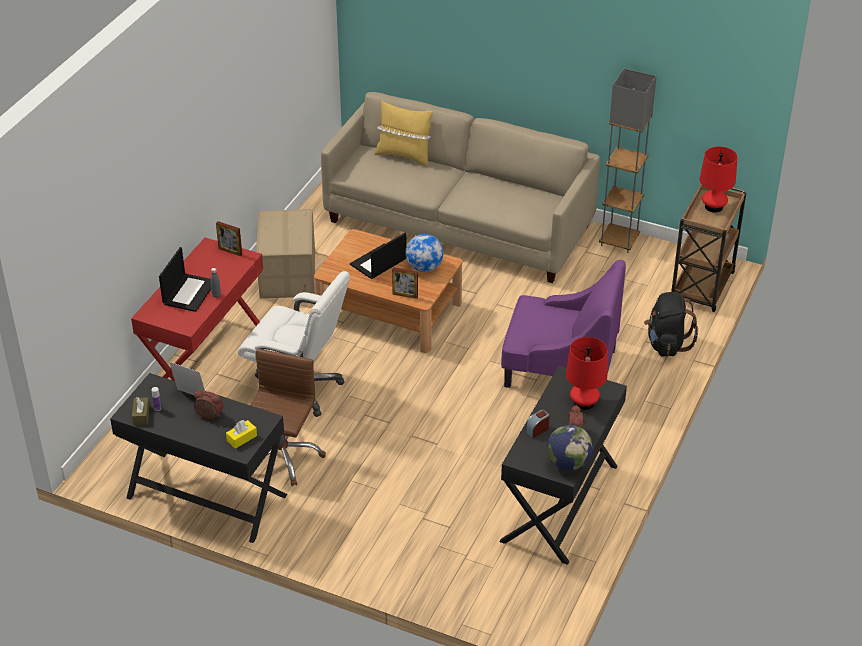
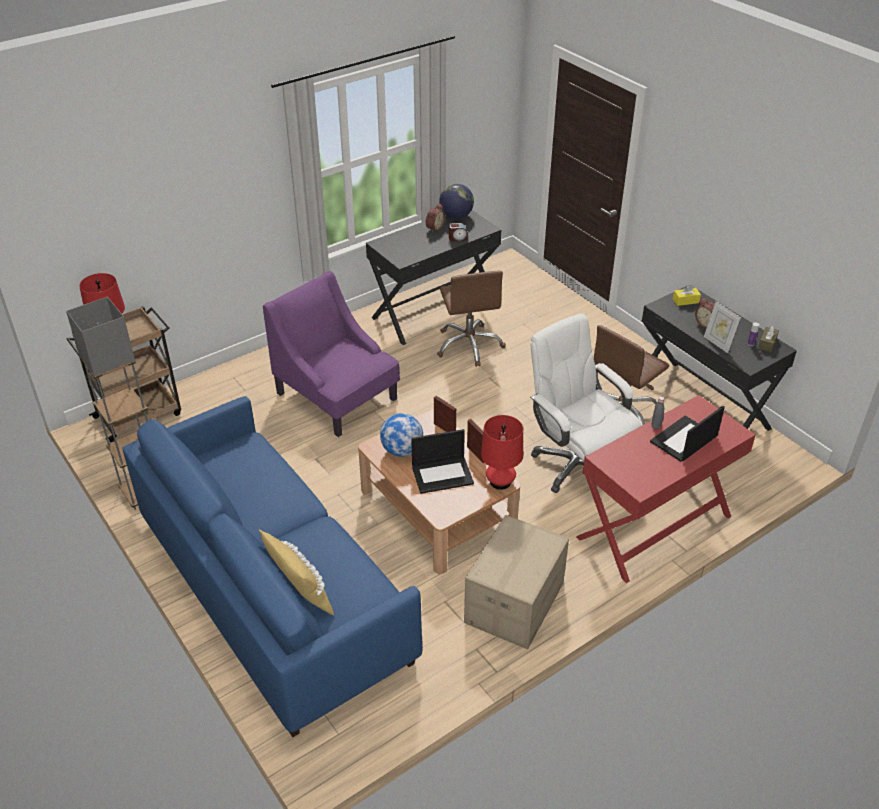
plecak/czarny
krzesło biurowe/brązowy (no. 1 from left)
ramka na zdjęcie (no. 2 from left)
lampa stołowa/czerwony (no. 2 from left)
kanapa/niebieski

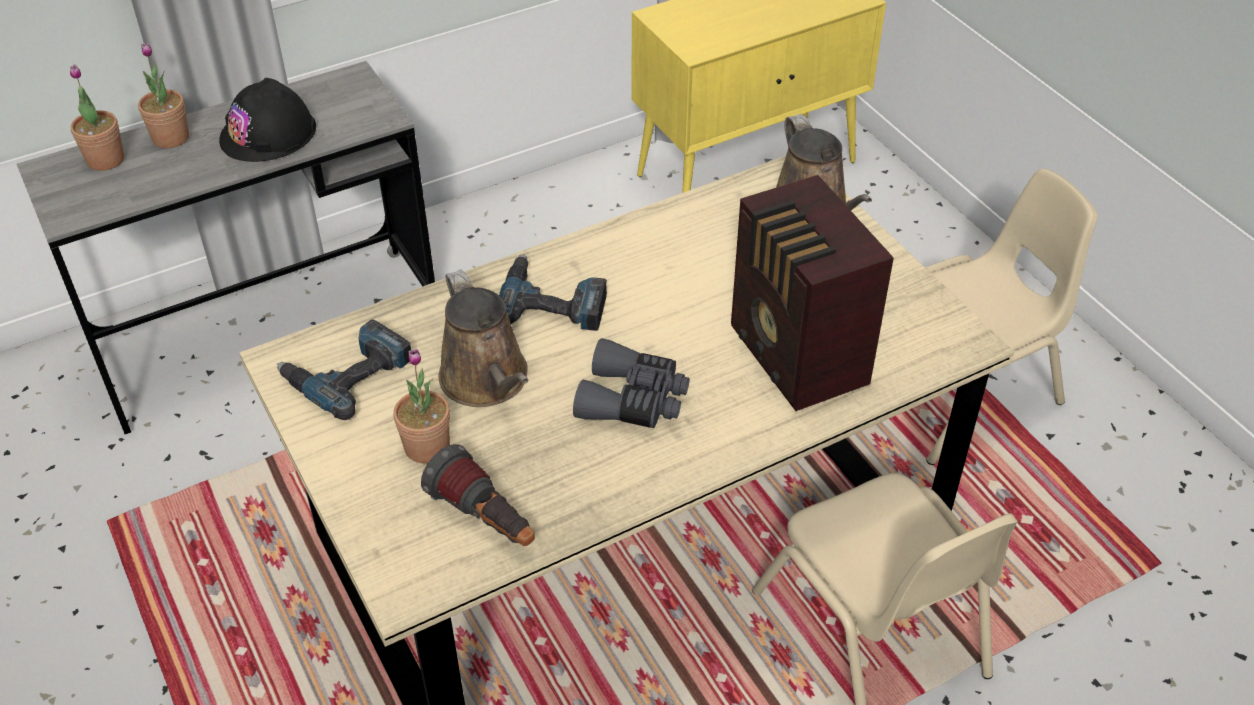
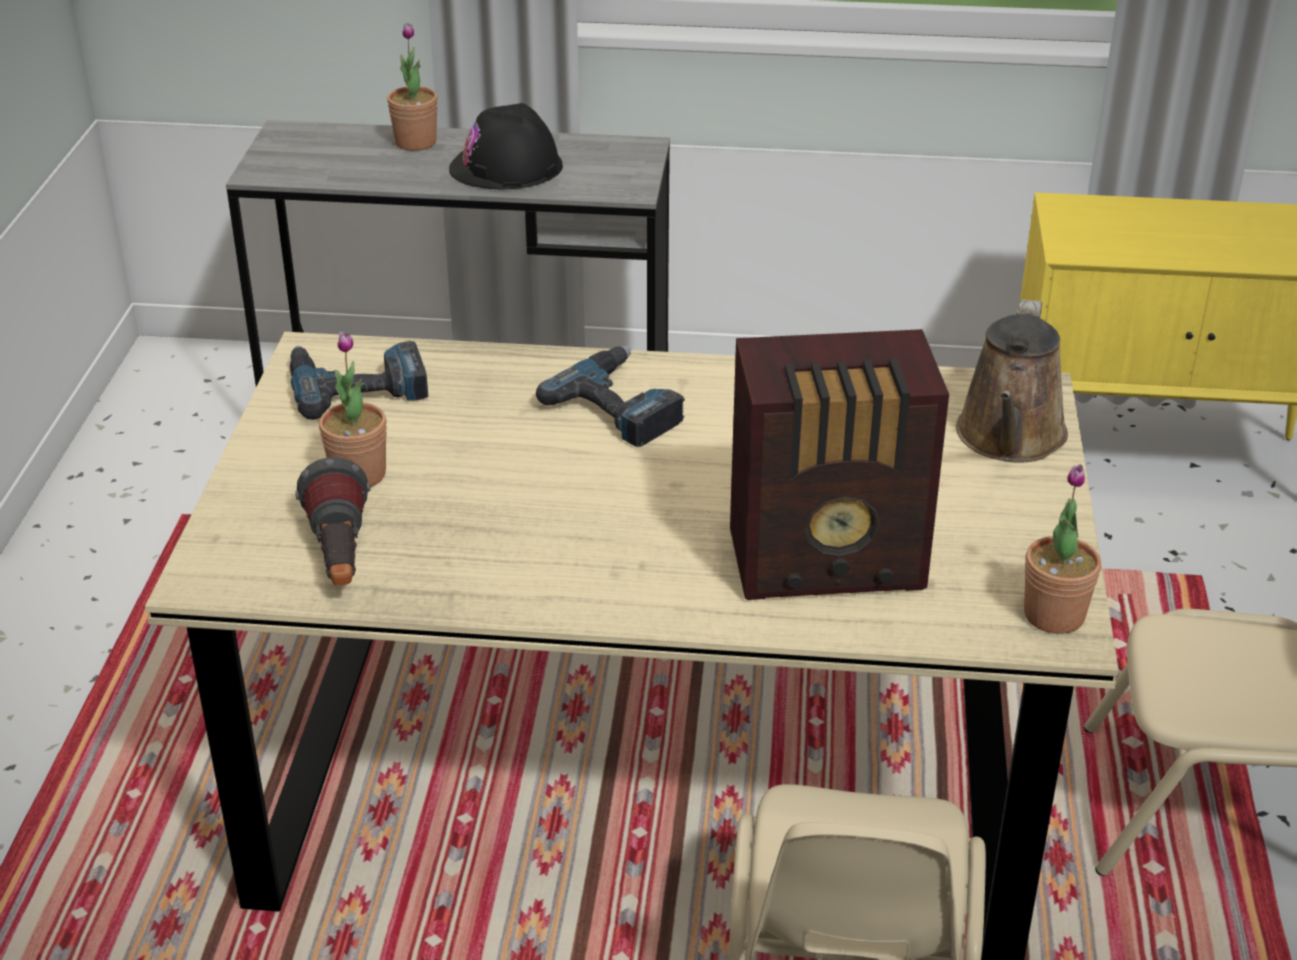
konewka/brązowy (no. 1 from left in the first image)
lornetka/szary
roślina doniczkowa (no. 3 from left)
radio

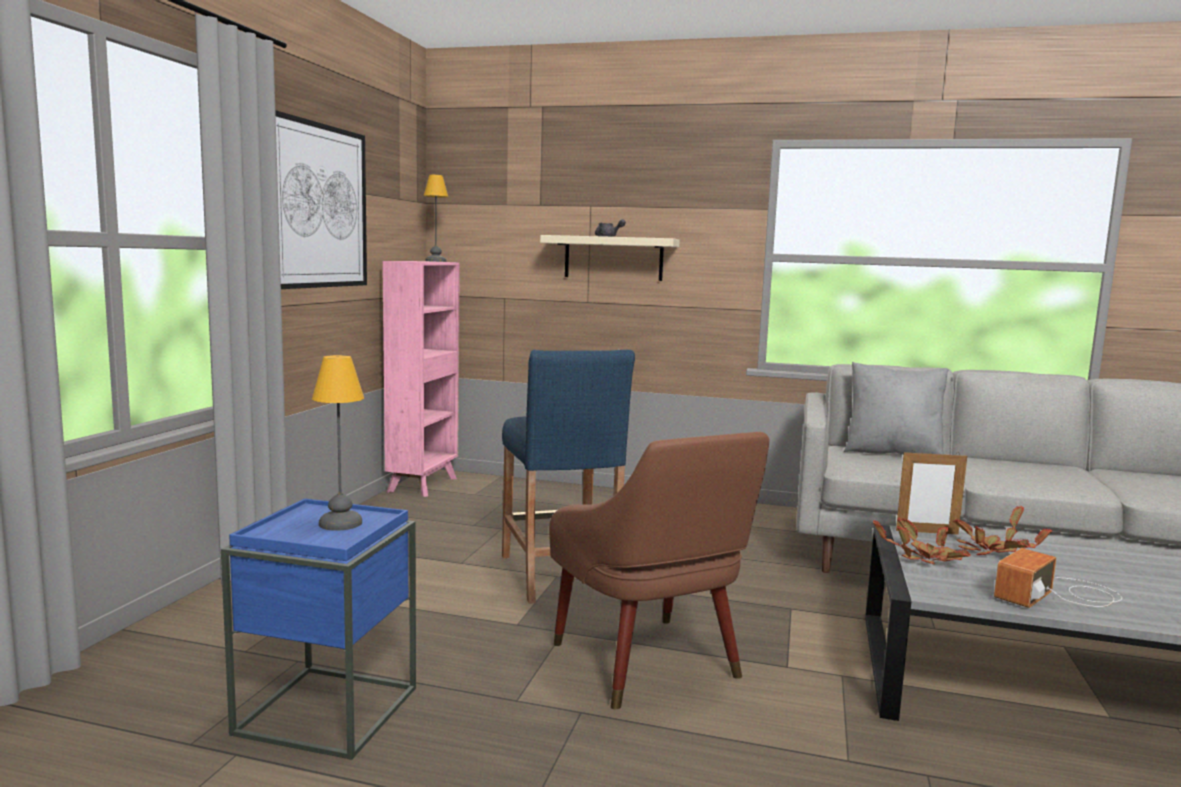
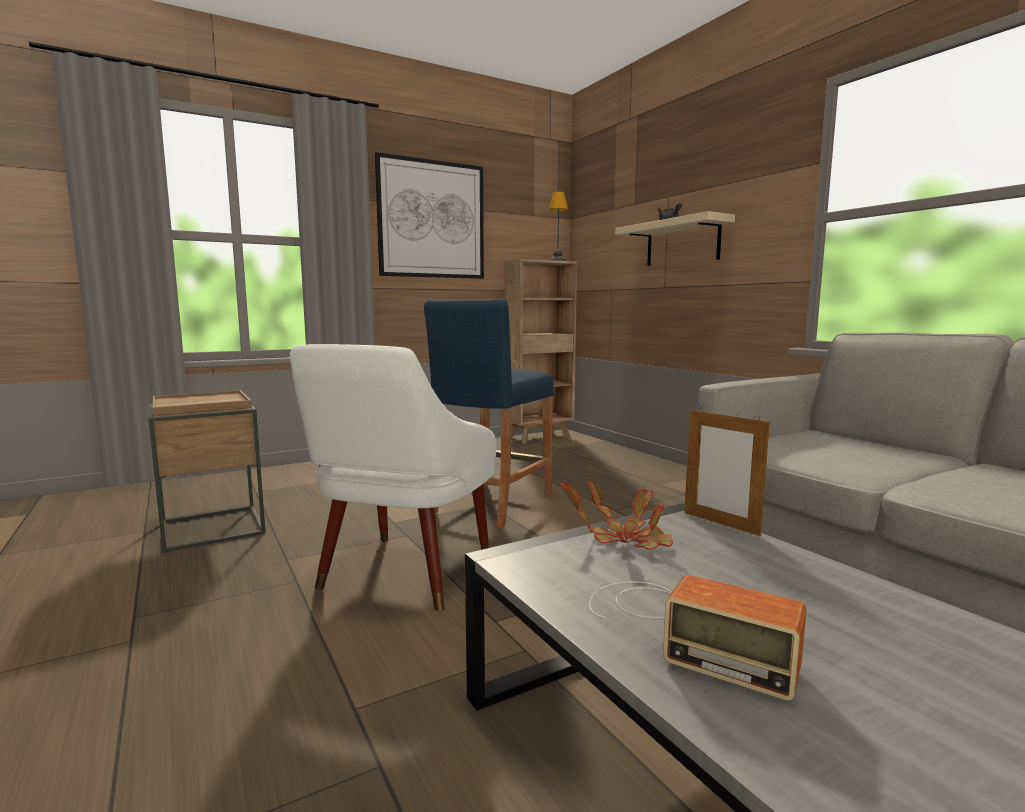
lampa stołowa (no. 1 from left in the first image)
poduszka/szary
roślina doniczkowa (no. 2 from left in the first image)
stolik/brązowy
regał/brązowy
fotel/biały
radio

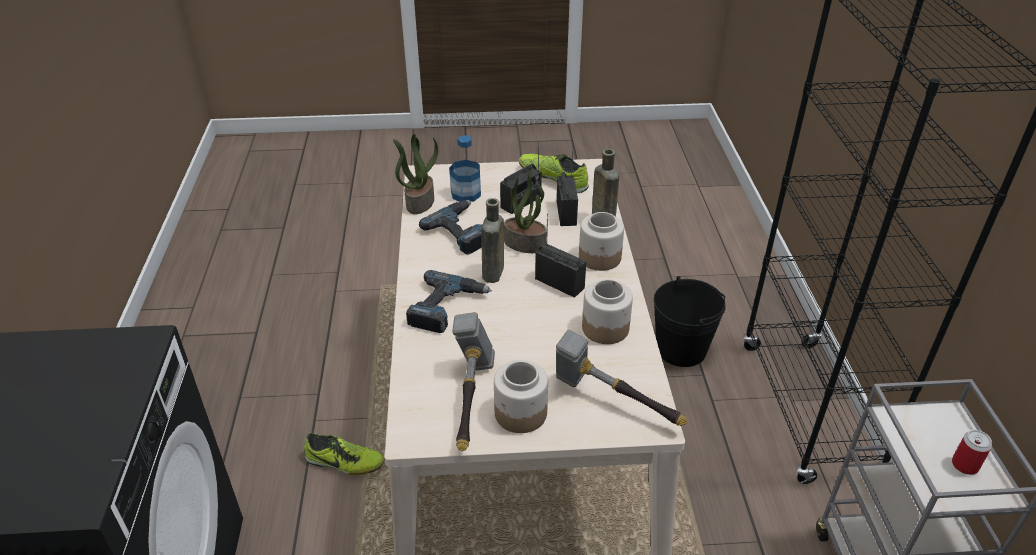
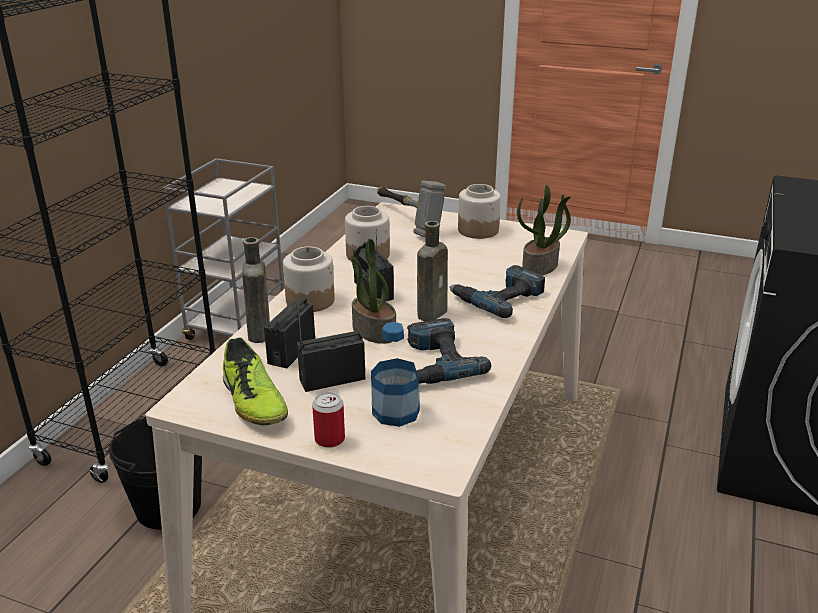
but (no. 1 from left in the first image)
młotek (no. 1 from left in the first image)
roślina doniczkowa (no. 2 from left)
puszka

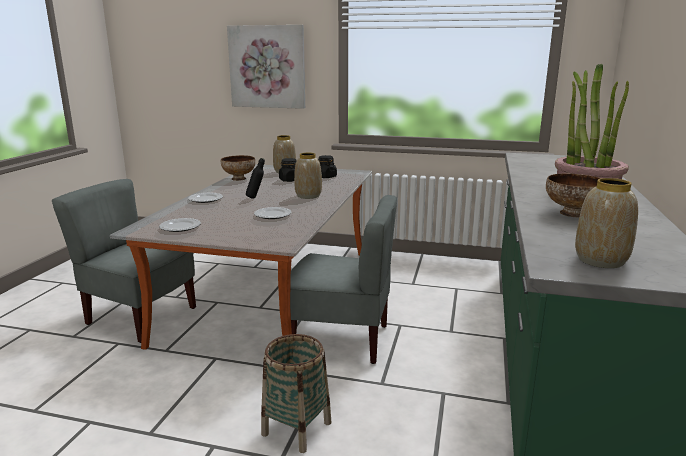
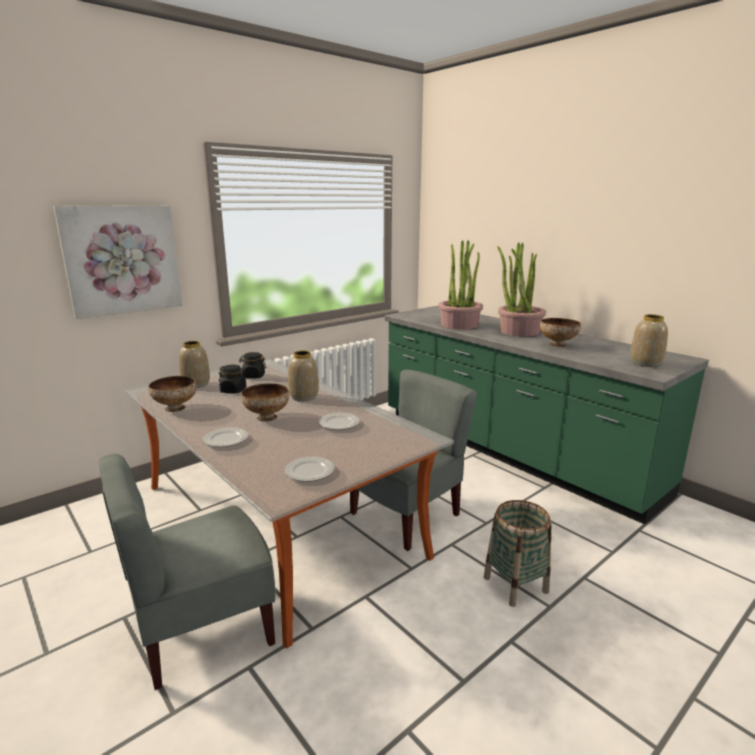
roślina doniczkowa (no. 1 from left)
miska (no. 2 from left)

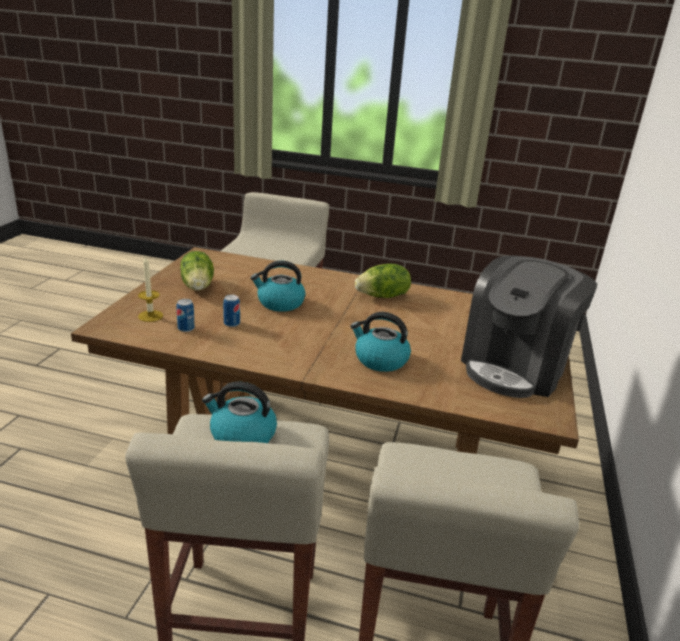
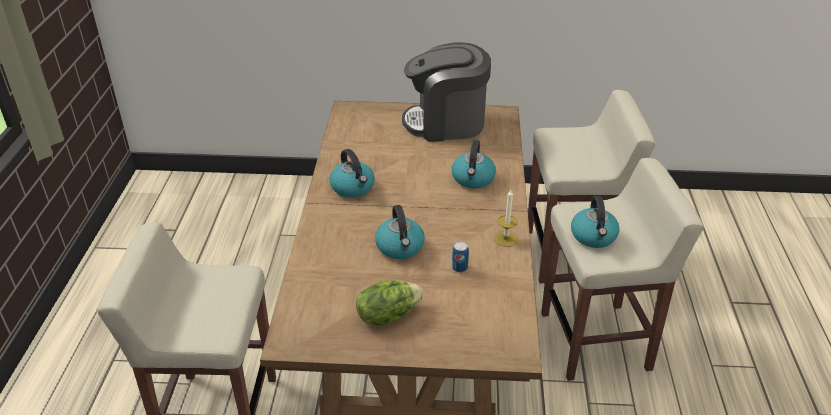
puszka (no. 1 from left in the first image)
świeca
czajnik (no. 1 from left)
ekspres do kawy

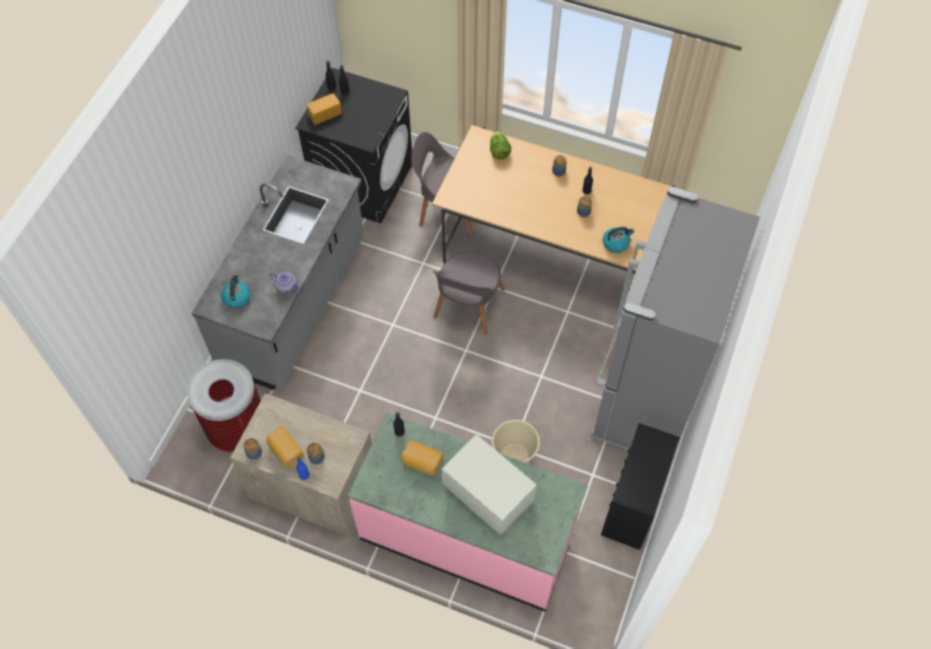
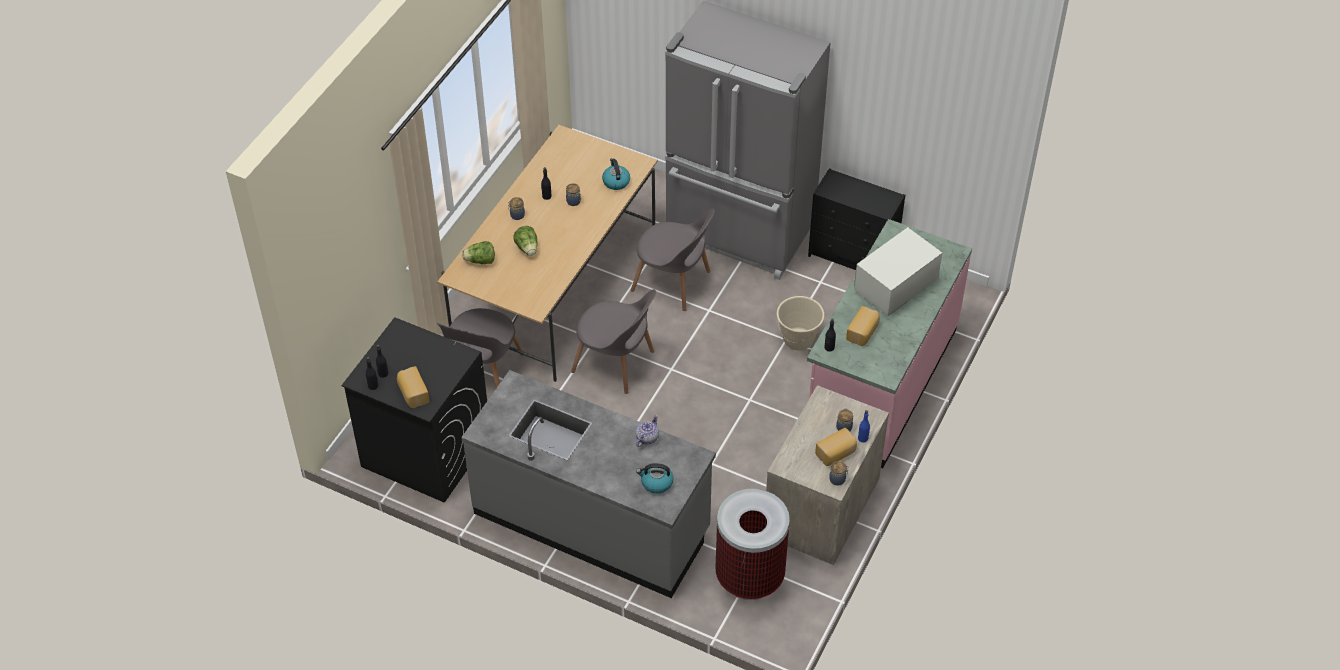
sałata (no. 2 from left)
krzesło/szary (no. 3 from left)

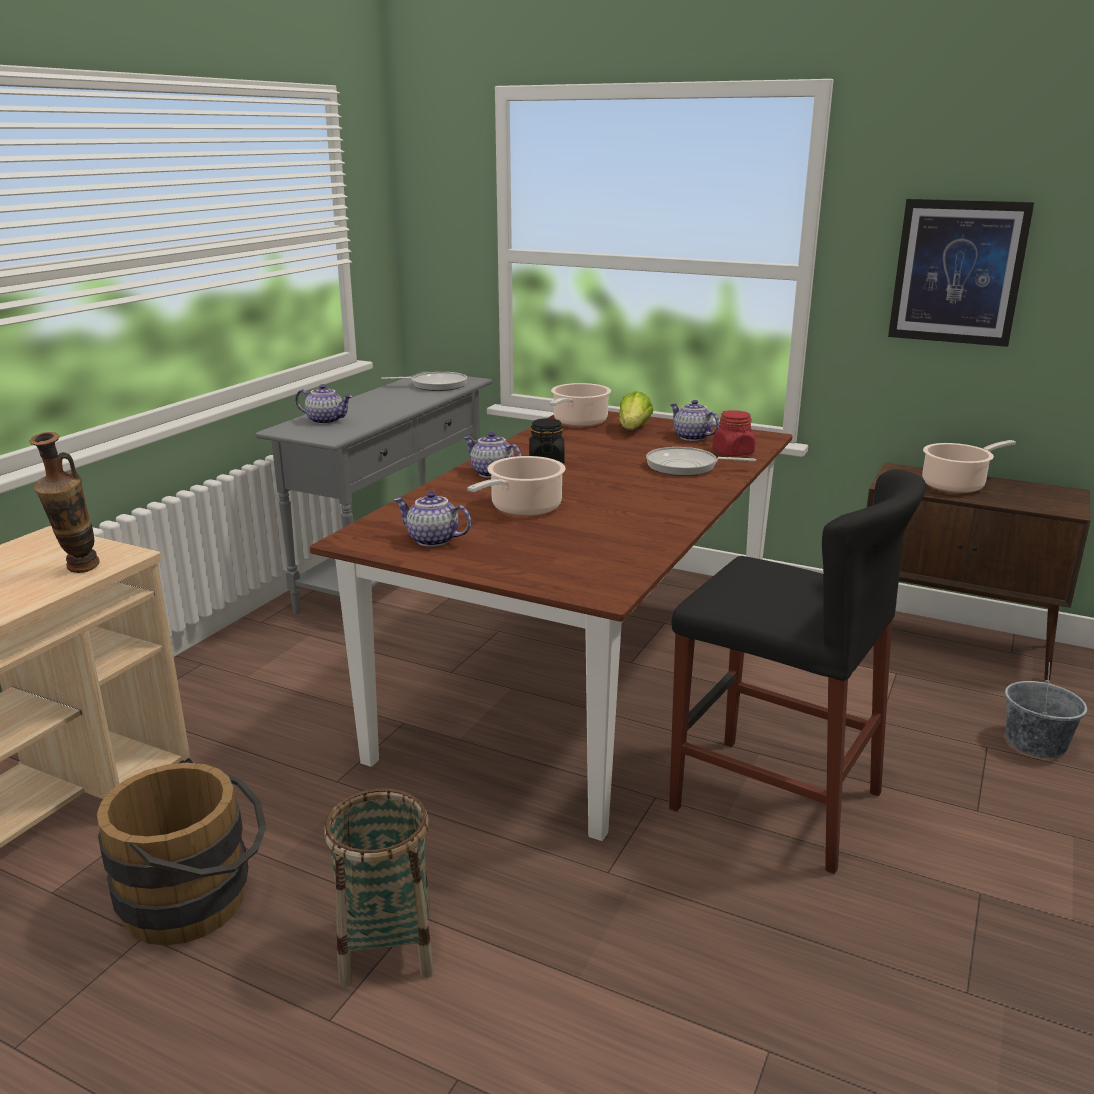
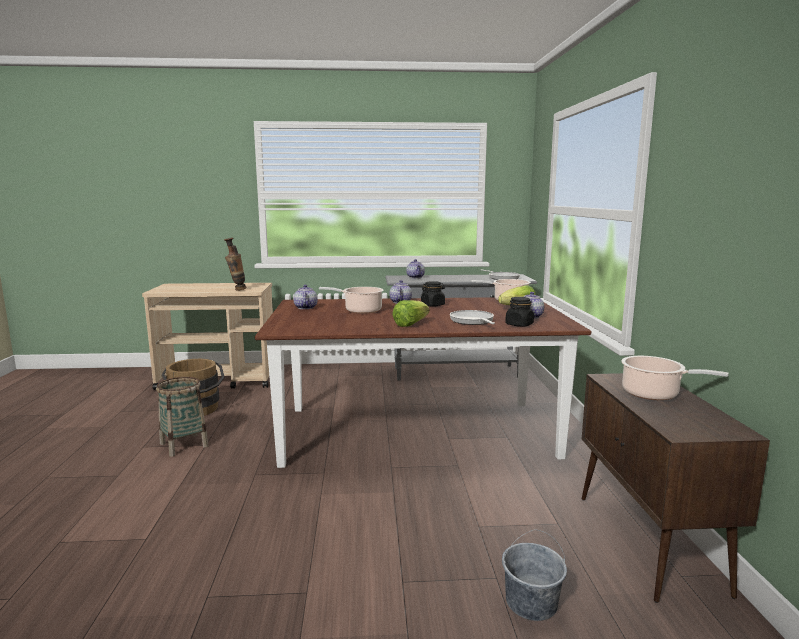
stołek/czarny
obraz
sałata (no. 1 from left)
słoik/czarny (no. 2 from left)

